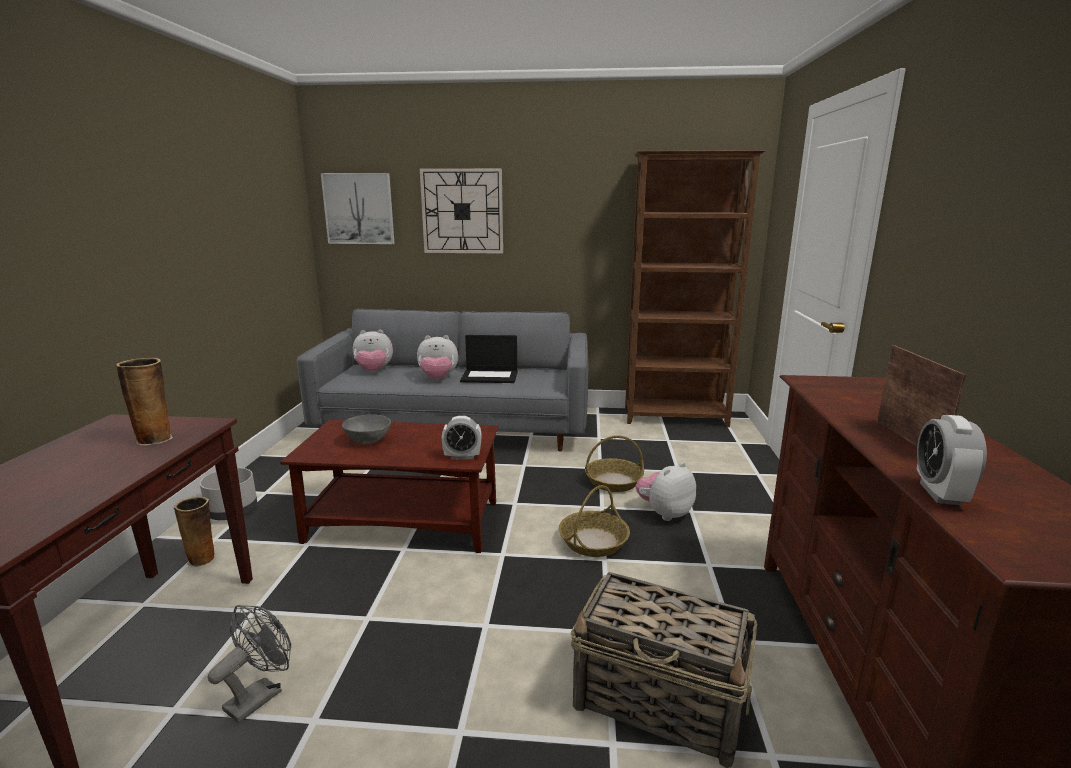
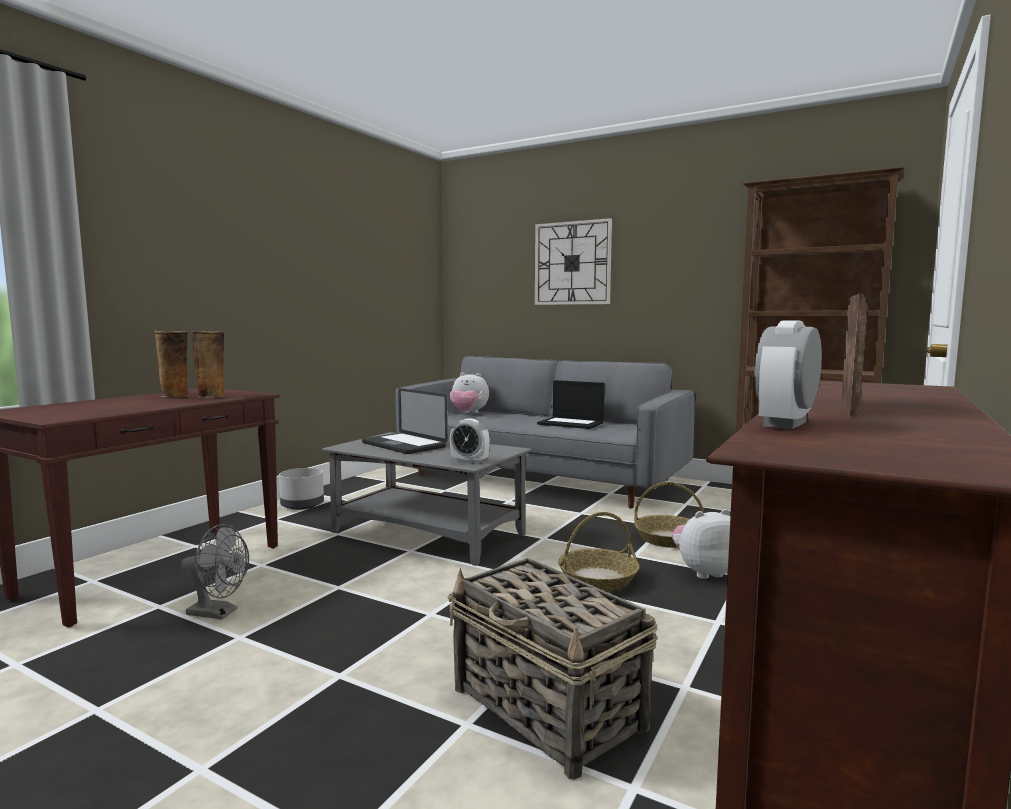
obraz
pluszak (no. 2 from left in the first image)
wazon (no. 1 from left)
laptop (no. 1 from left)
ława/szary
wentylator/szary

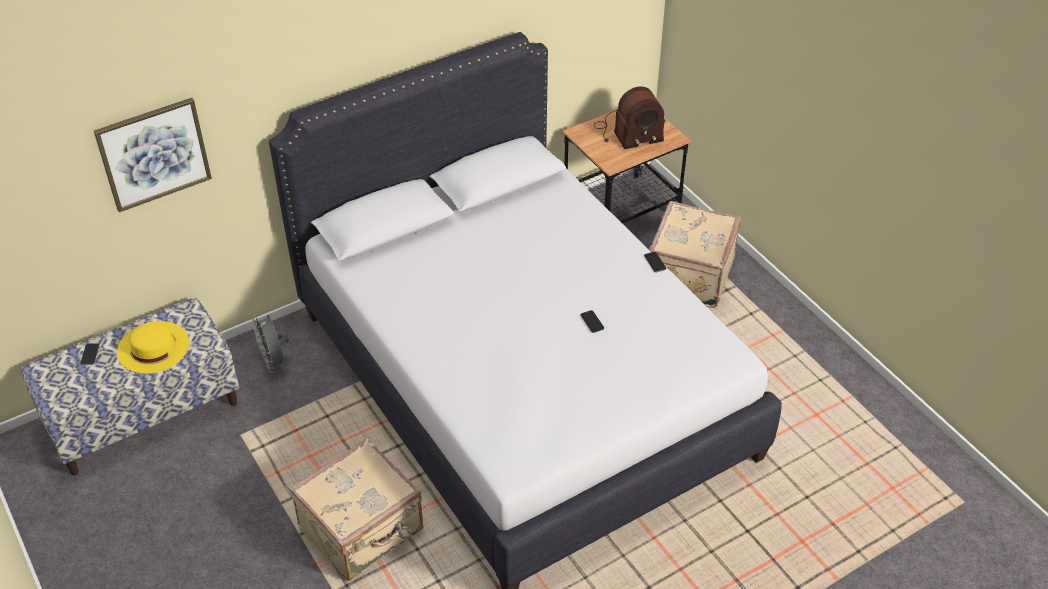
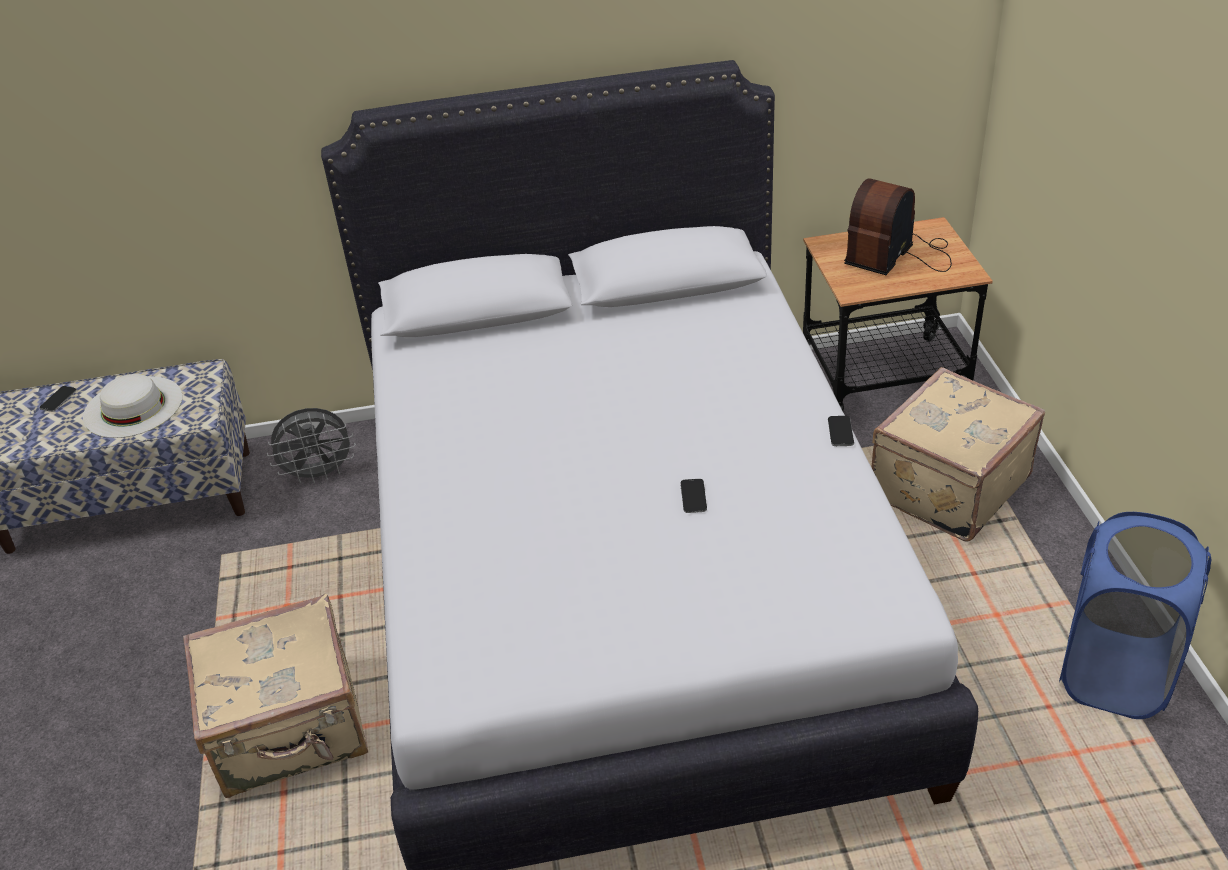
obraz
kosz na pranie/niebieski
kapelusz/biały
wentylator/szary
radio

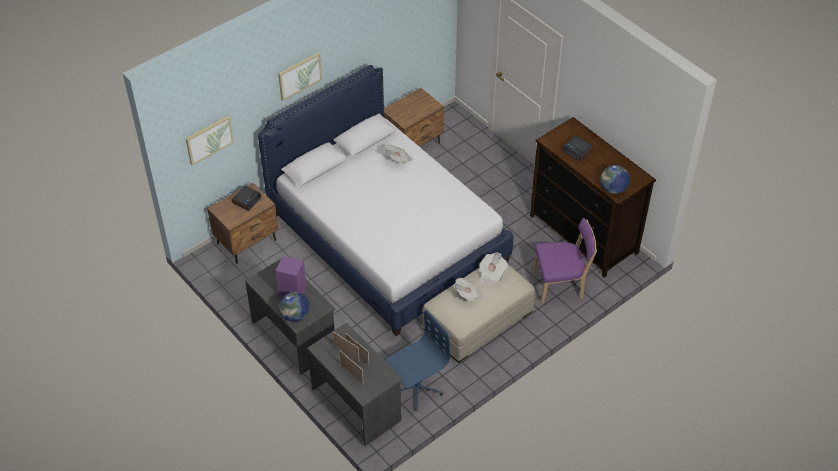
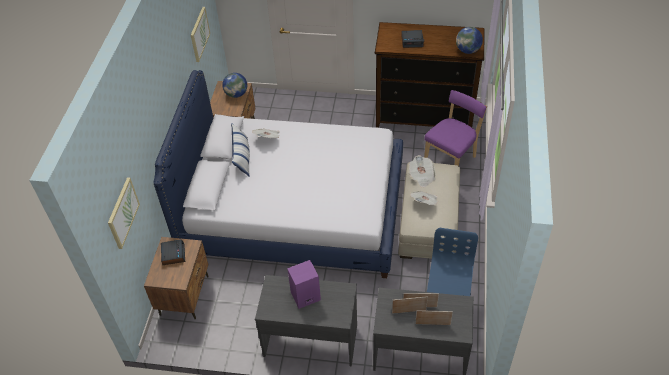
poduszka
obraz (no. 2 from left)
globus (no. 1 from left)

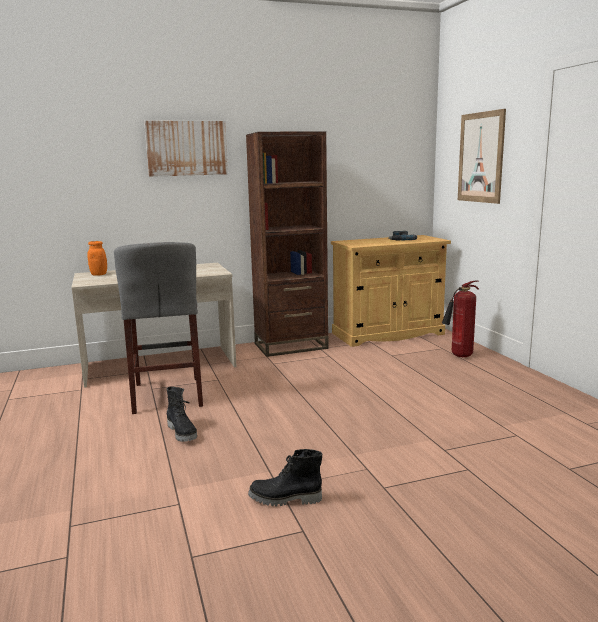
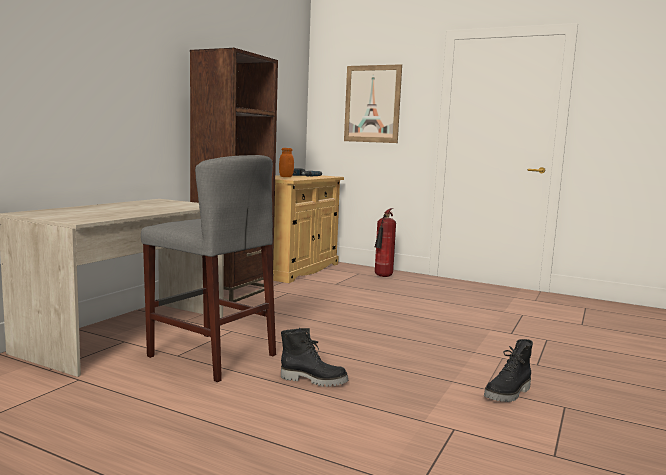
obraz (no. 1 from left in the first image)
słoik/pomarańczowy

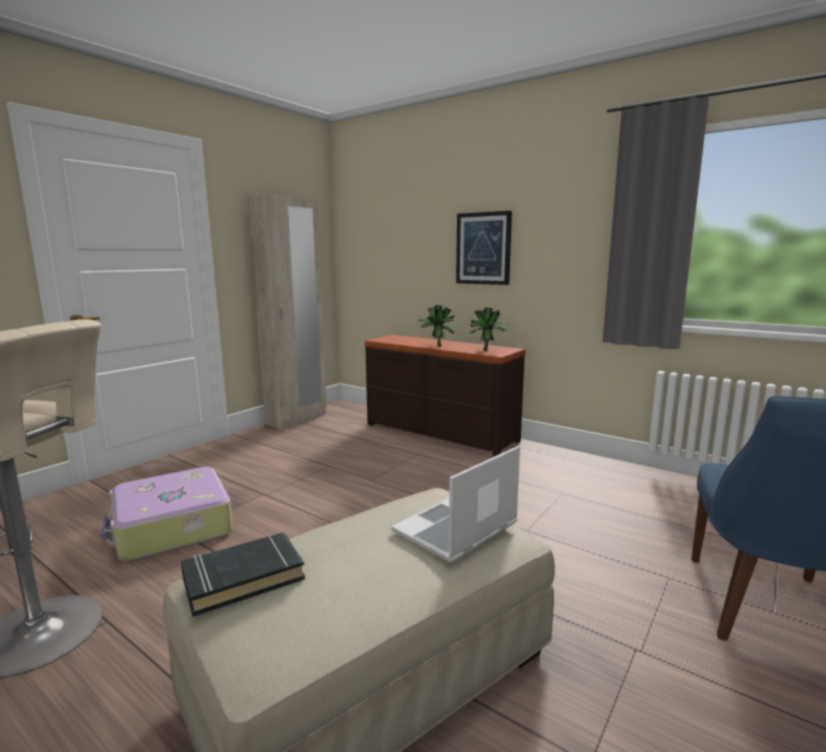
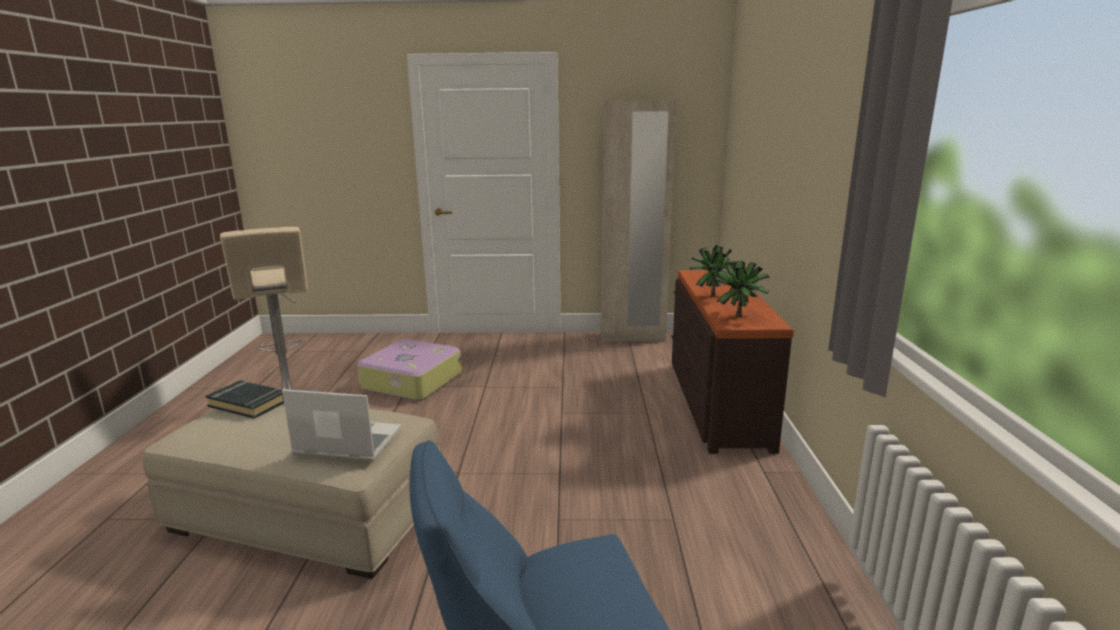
obraz

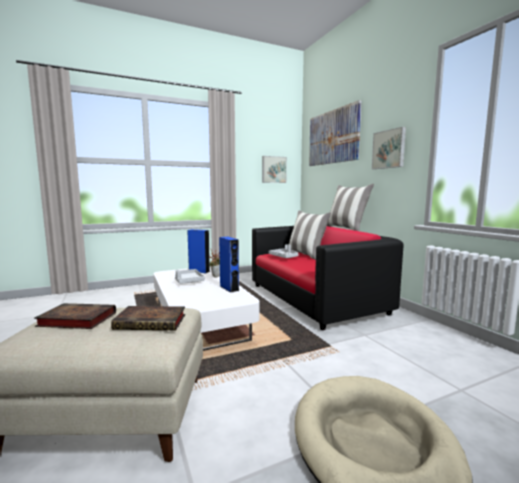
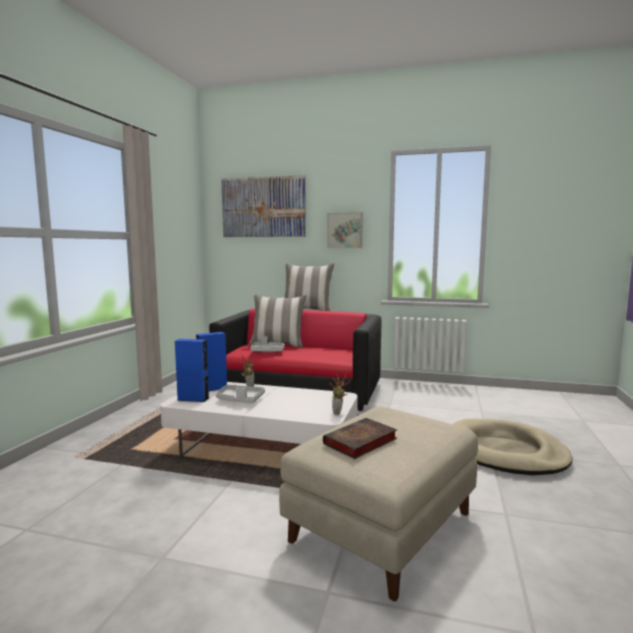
książka (no. 2 from left in the first image)
obraz (no. 1 from left in the first image)
roślina doniczkowa (no. 2 from left)
głośnik/niebieski (no. 1 from left)

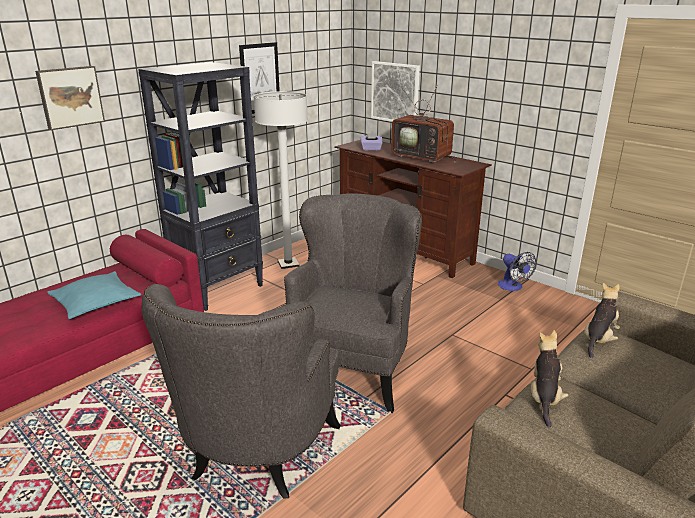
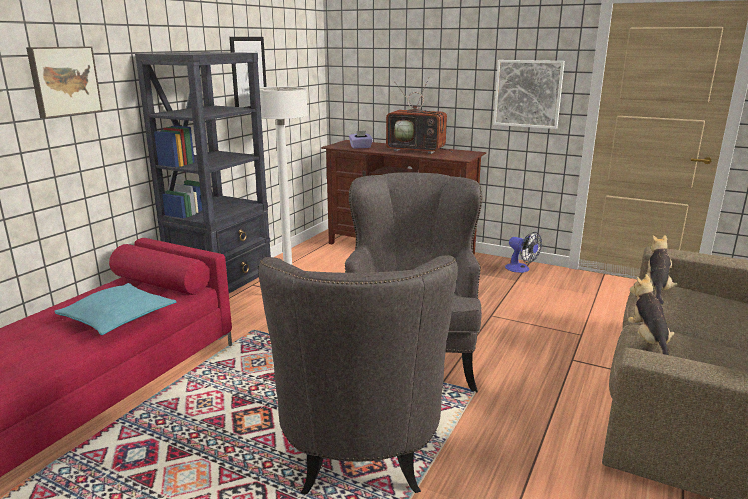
obraz (no. 3 from left)

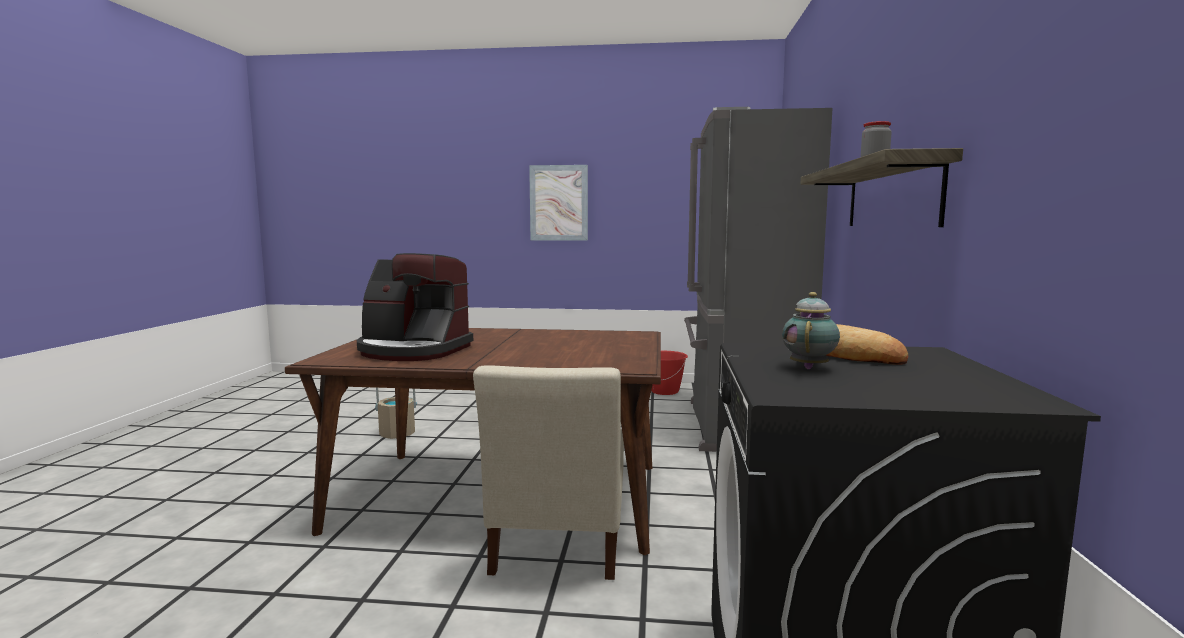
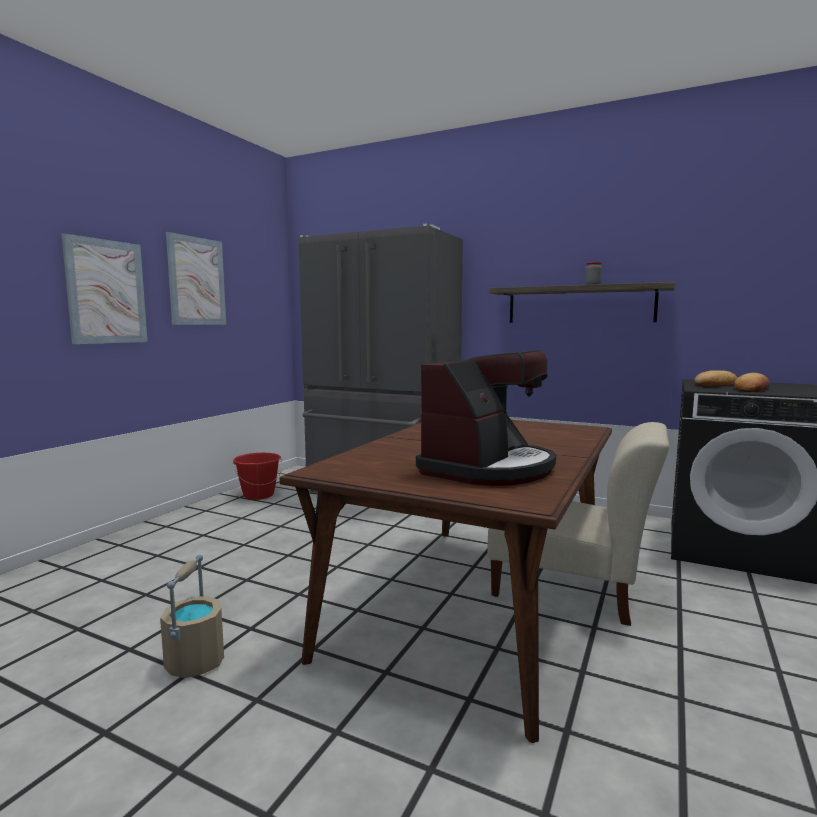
obraz (no. 2 from left)
chleb (no. 2 from left)

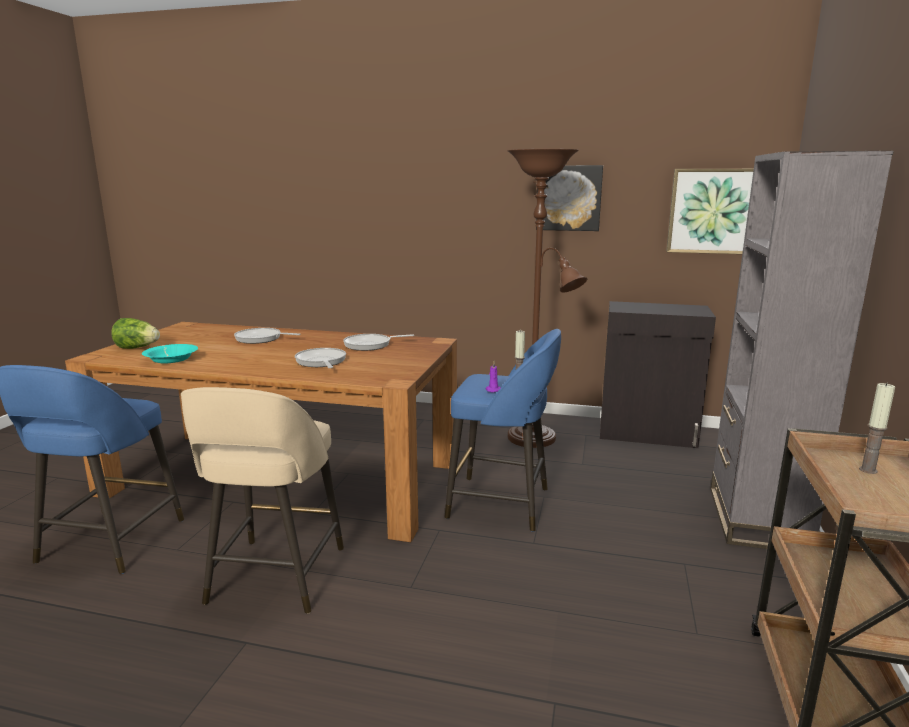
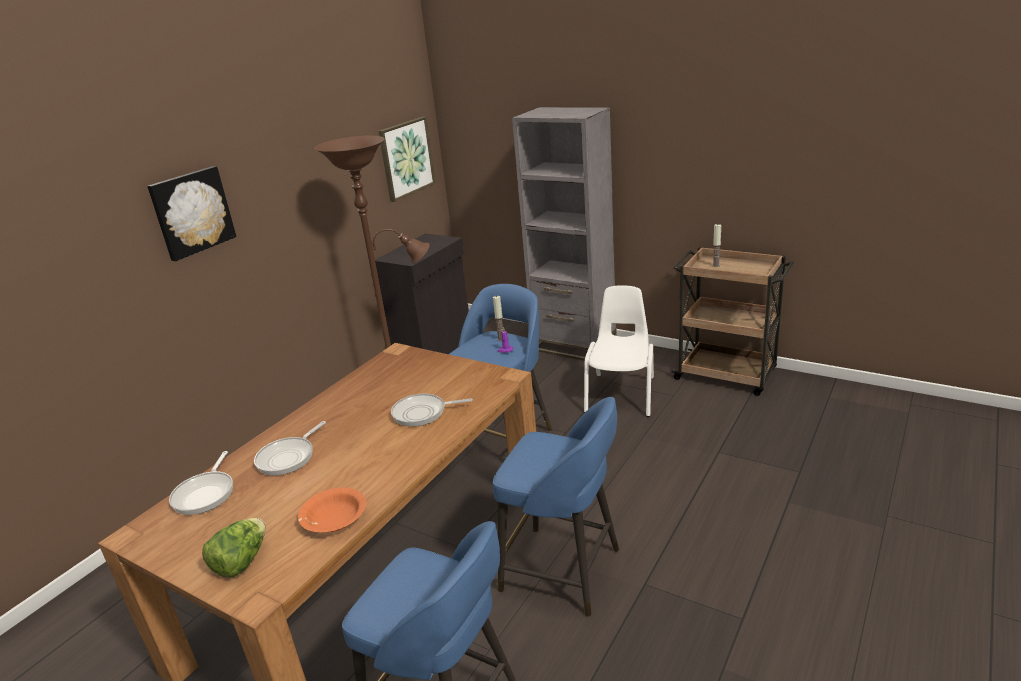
krzesło/biały
patelnia (no. 1 from left)
obraz (no. 1 from left)
miska/pomarańczowy
stołek/niebieski (no. 3 from left)

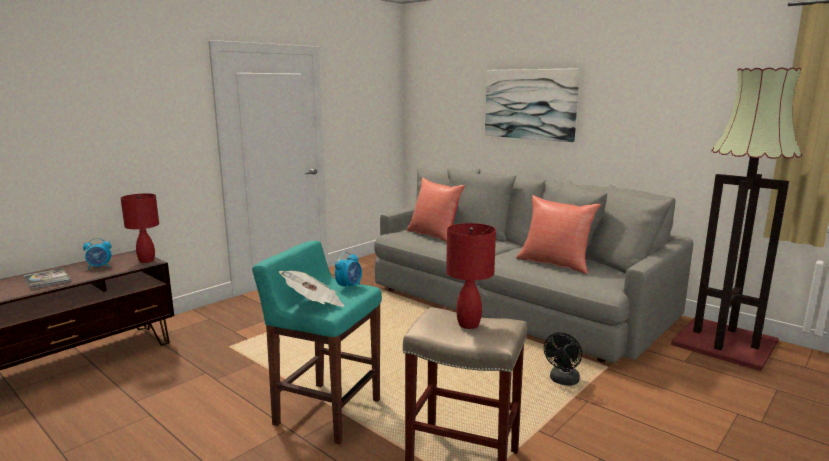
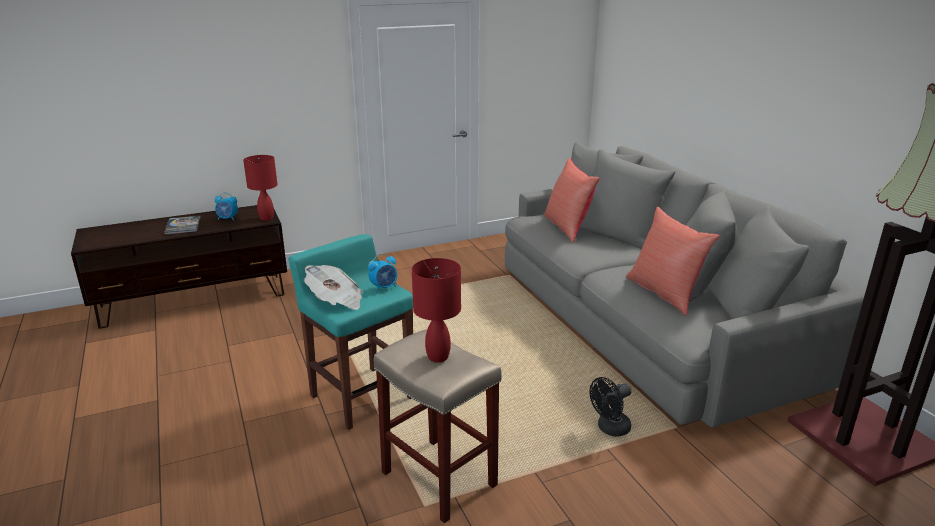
obraz

